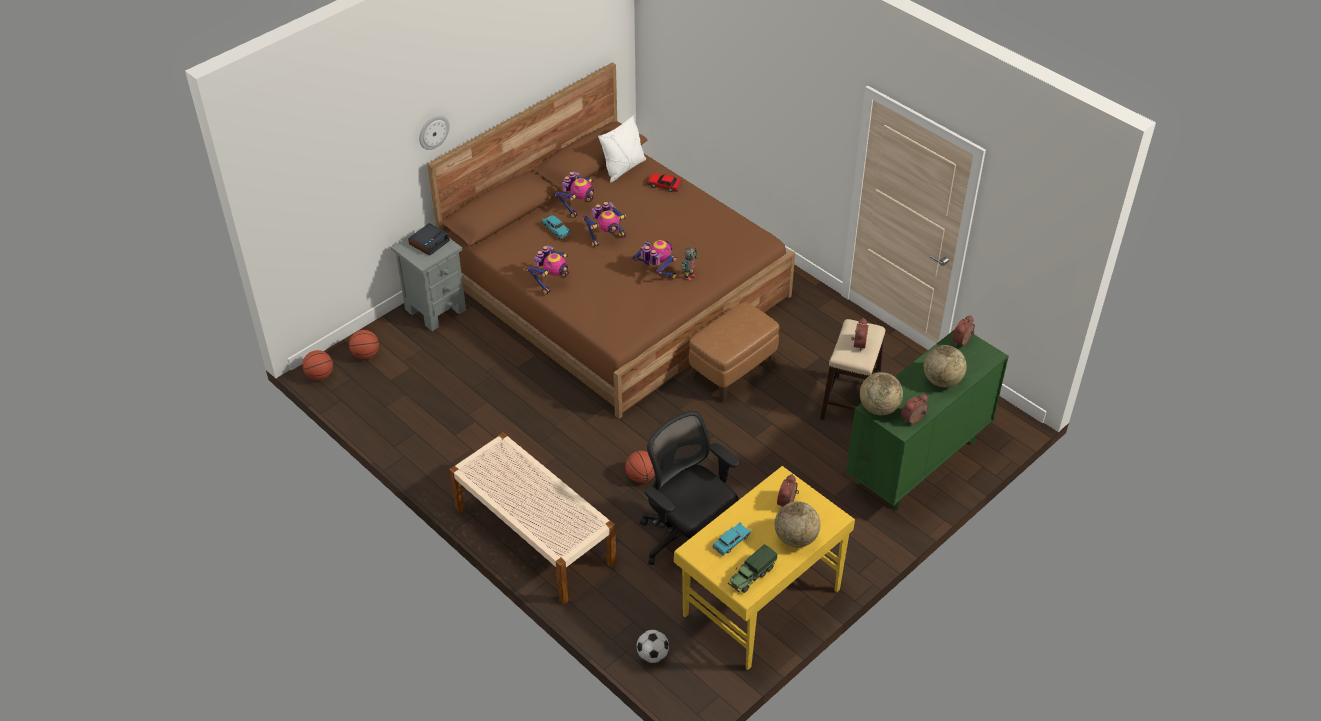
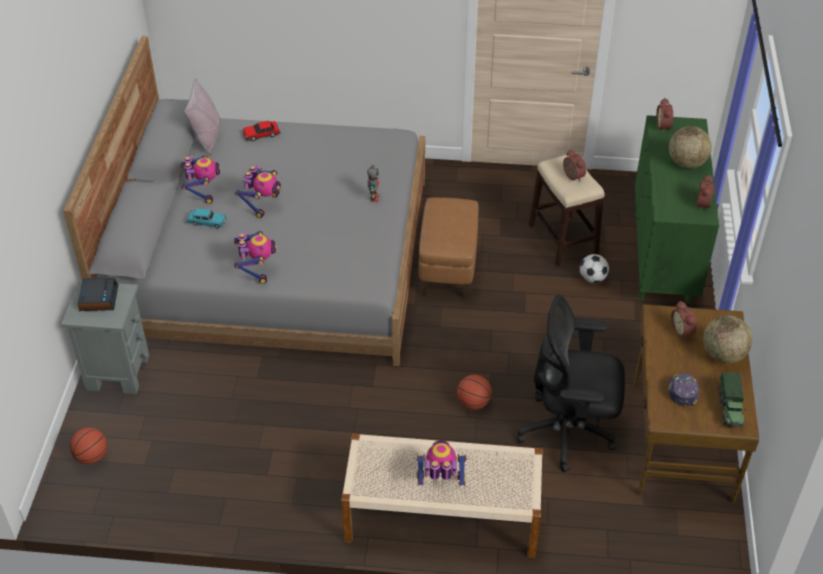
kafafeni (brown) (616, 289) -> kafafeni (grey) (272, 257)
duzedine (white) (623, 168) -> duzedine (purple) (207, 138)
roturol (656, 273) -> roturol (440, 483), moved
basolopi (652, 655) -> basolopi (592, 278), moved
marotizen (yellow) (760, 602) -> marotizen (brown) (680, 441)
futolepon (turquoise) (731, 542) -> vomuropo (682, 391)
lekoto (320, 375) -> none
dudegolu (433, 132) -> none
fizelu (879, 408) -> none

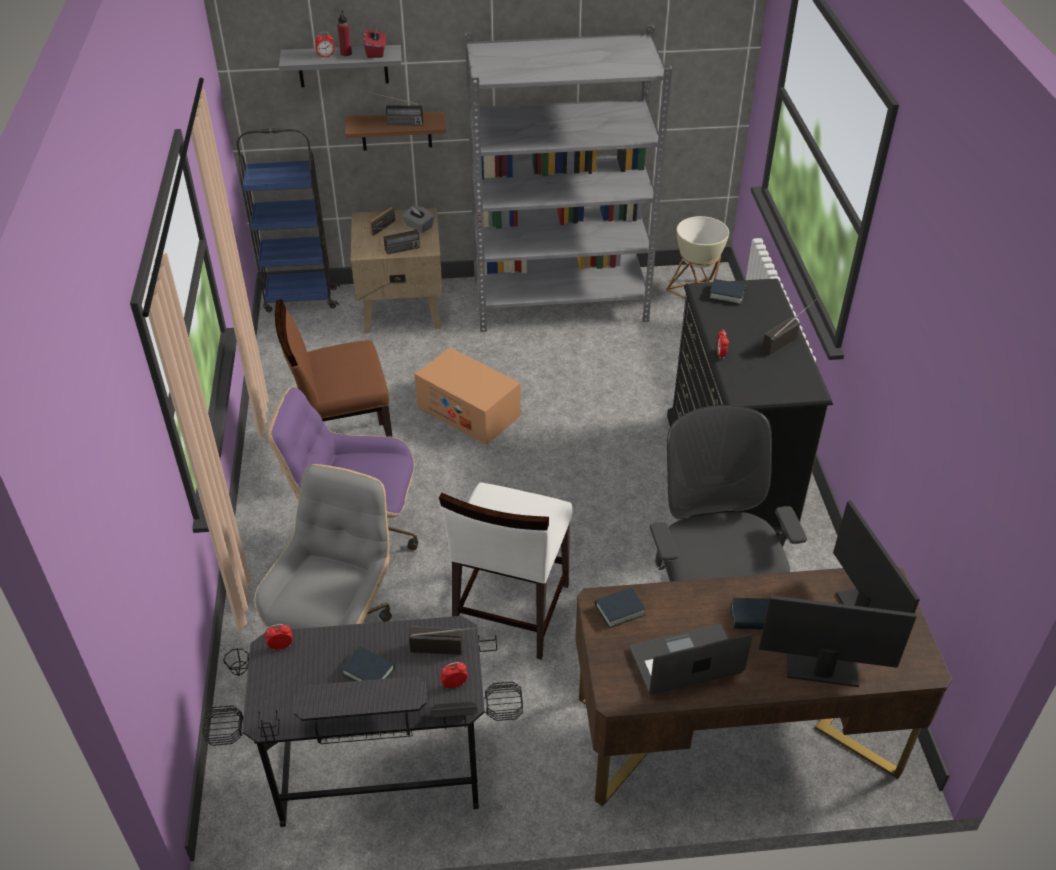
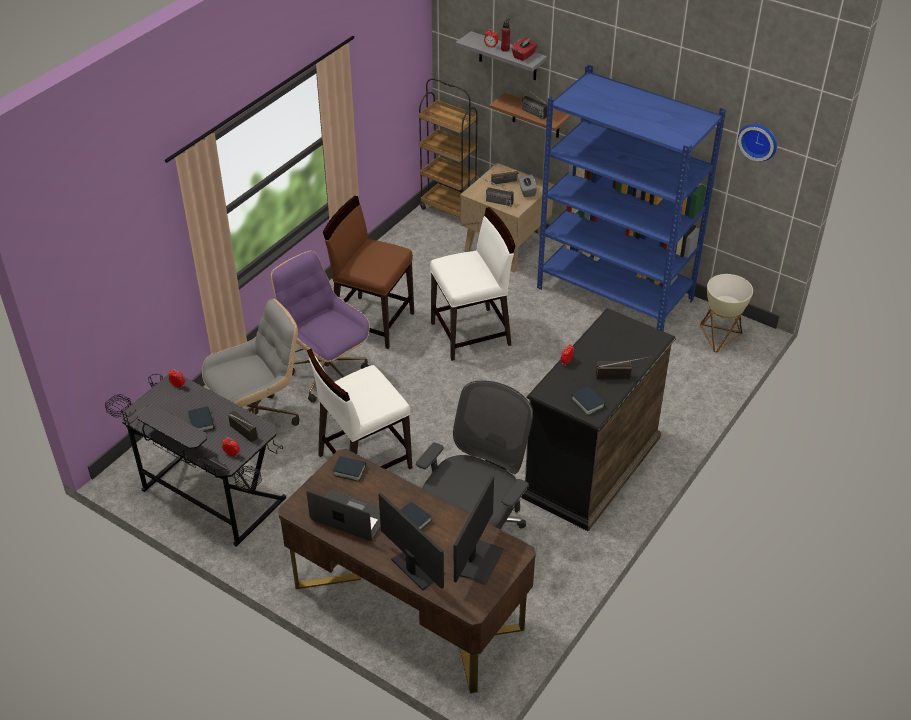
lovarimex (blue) (300, 300) -> lovarimex (brown) (449, 210)
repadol (468, 411) -> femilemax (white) (472, 334)
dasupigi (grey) (560, 300) -> dasupigi (blue) (614, 294)
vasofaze (726, 294) -> vasofaze (587, 403), moved
none -> dudegolu (758, 140)

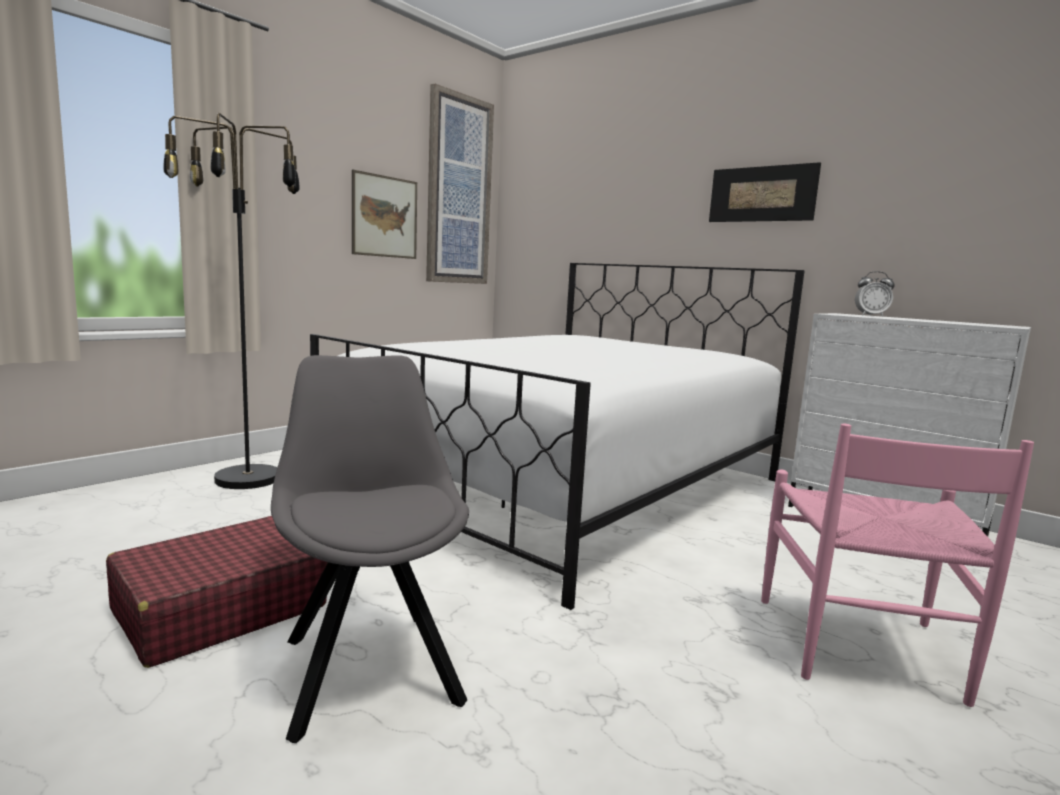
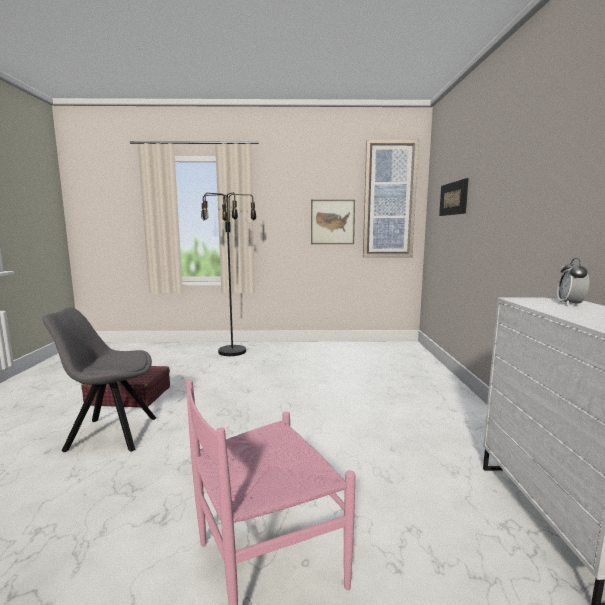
femilemax (grey) (369, 670) -> femilemax (grey) (111, 434), 120 degrees counterclockwise
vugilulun (762, 194) -> vugilulun (453, 198), moved
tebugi (870, 316) -> tebugi (570, 304), 45 degrees clockwise
kafafeni (white) (565, 485) -> none

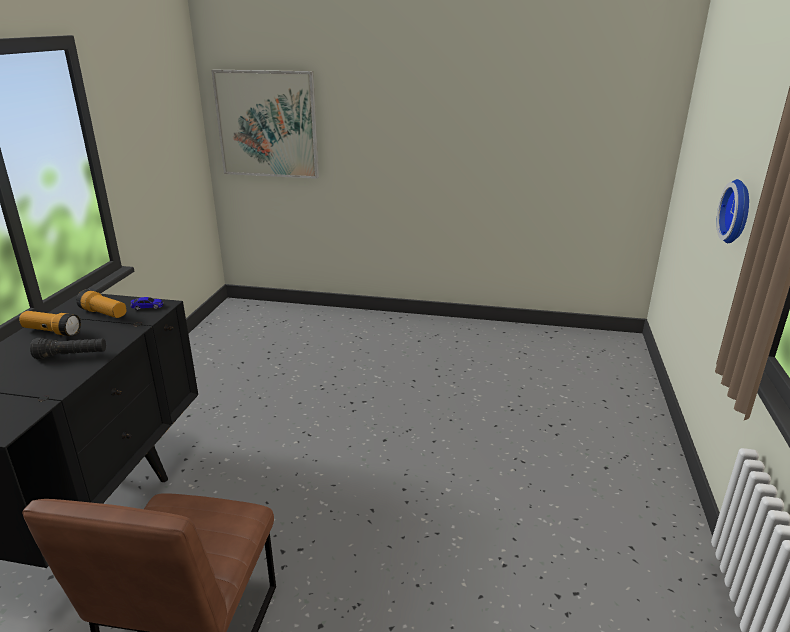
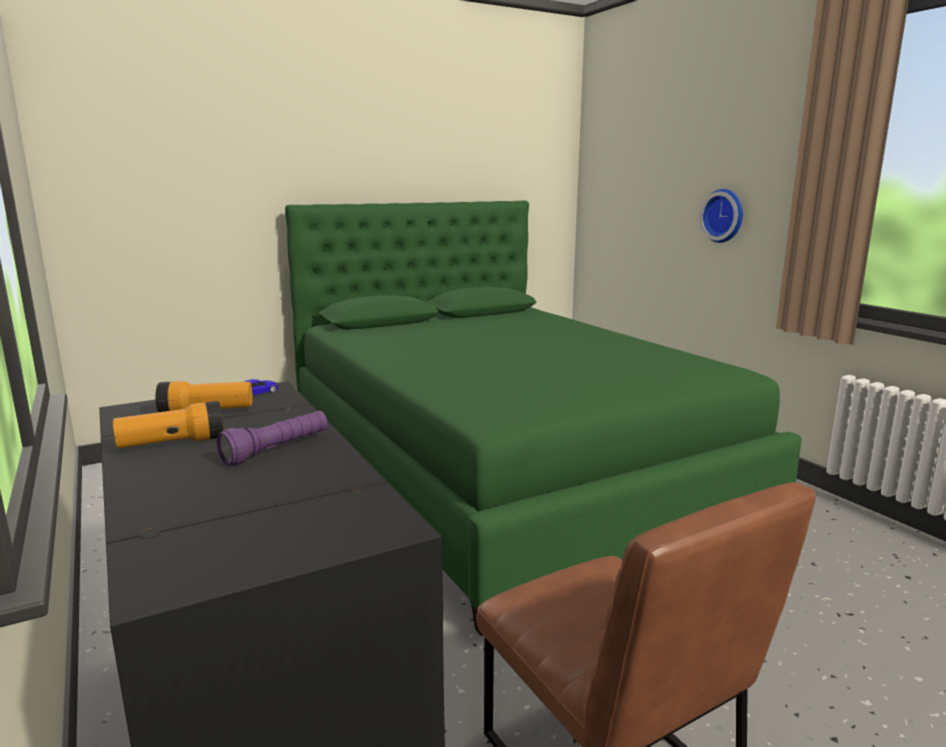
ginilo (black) (71, 356) -> ginilo (purple) (277, 450)
none -> kafafeni (green) (505, 471)
vugilulun (267, 124) -> none

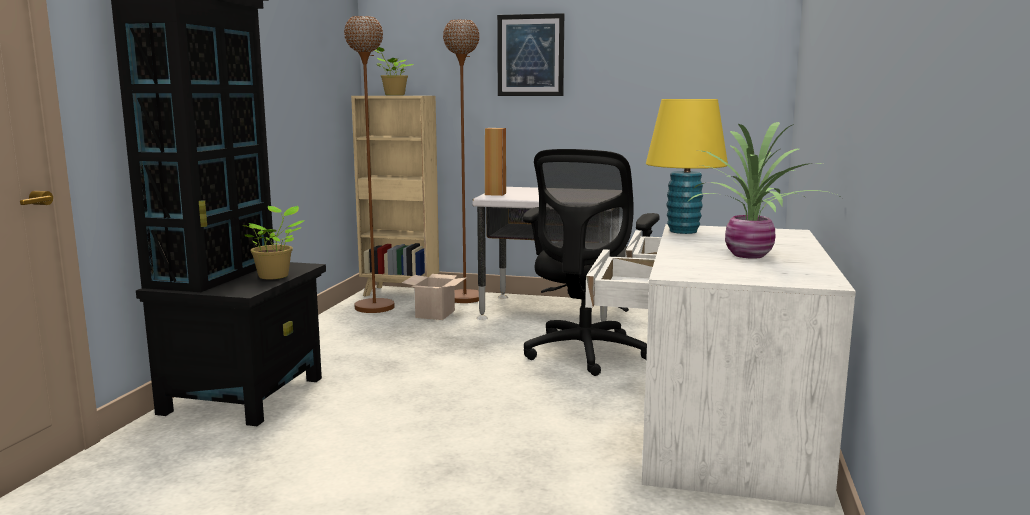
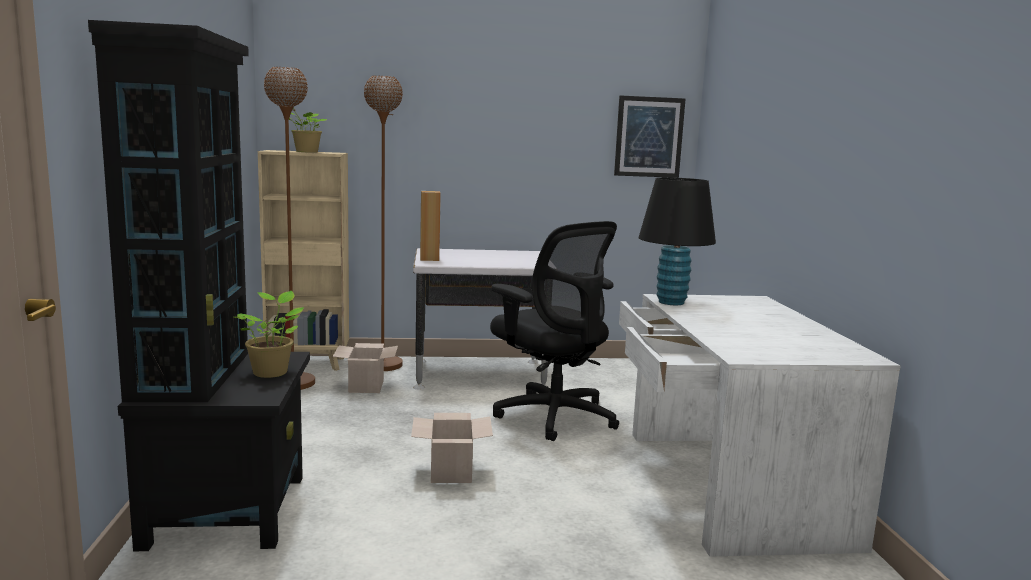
none -> repadol (450, 471)
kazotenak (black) (587, 350) -> kazotenak (black) (548, 415), 45 degrees counterclockwise
vugilulun (530, 55) -> vugilulun (648, 137), moved
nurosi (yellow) (683, 231) -> nurosi (black) (671, 302)
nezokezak (751, 255) -> none

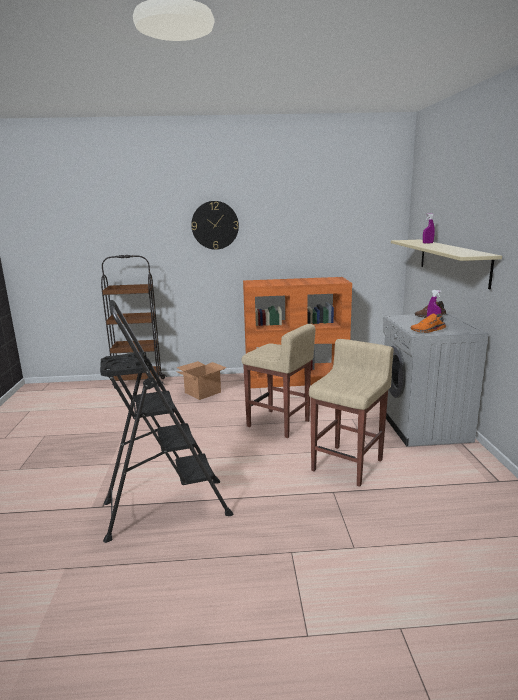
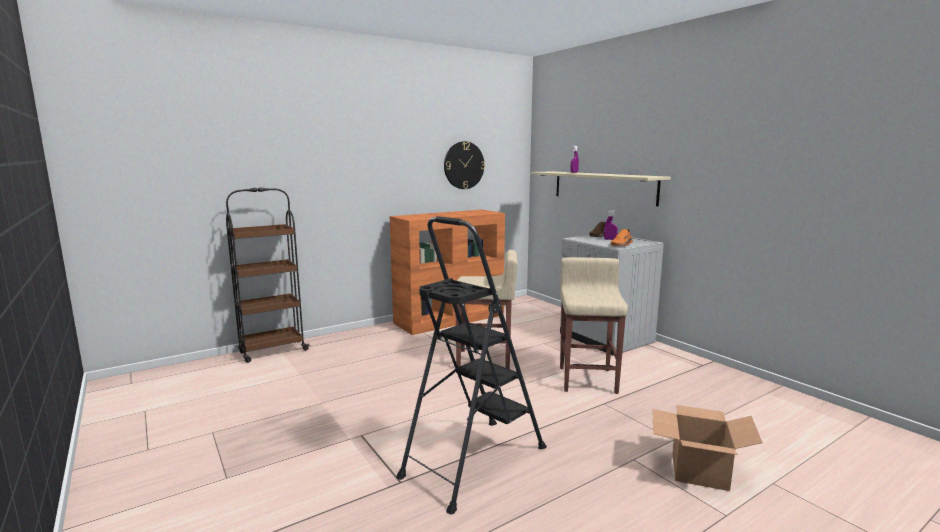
dudegolu (215, 225) -> dudegolu (464, 165), moved
repadol (202, 393) -> repadol (700, 471), moved

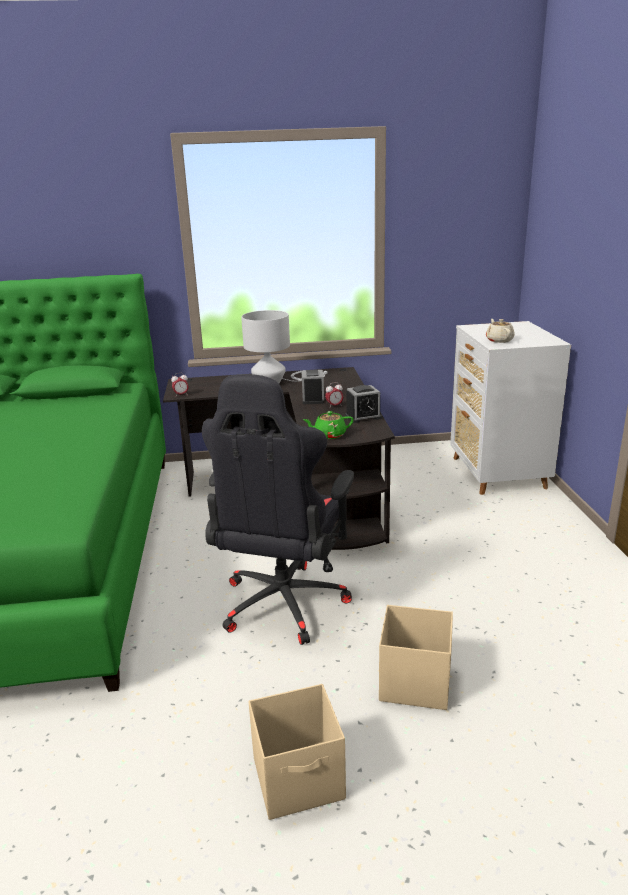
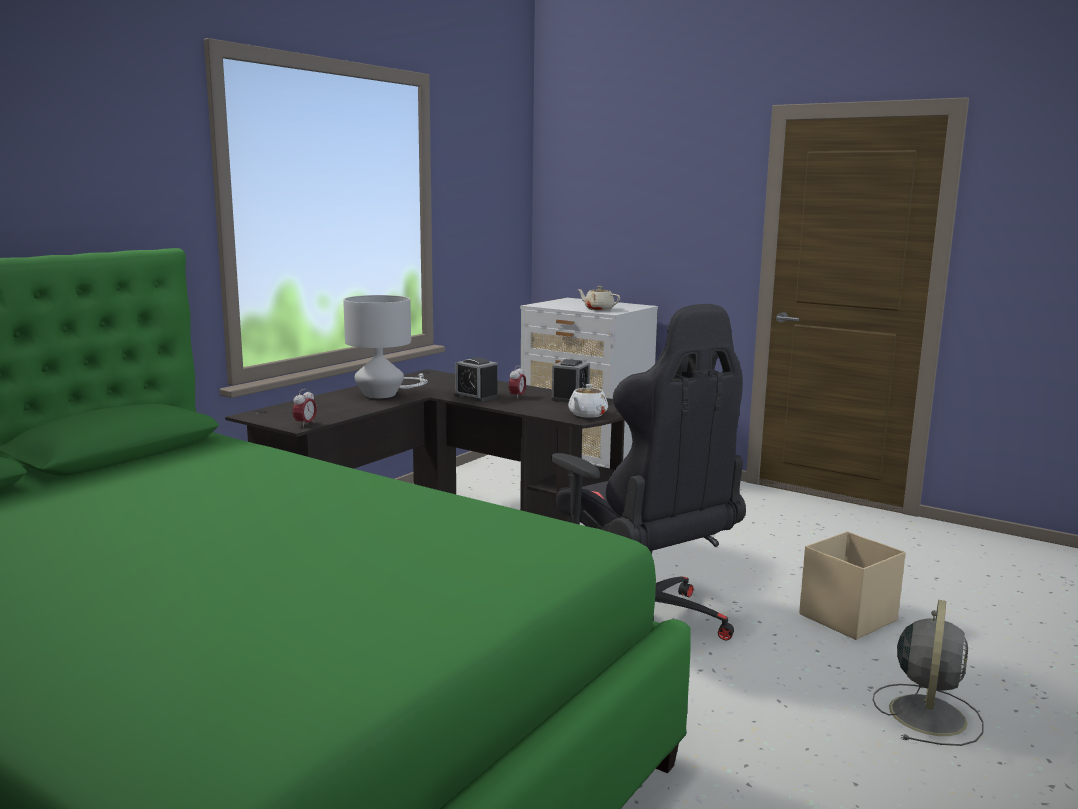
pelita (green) (329, 435) -> pelita (white) (587, 415)
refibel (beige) (300, 779) -> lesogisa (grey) (927, 713)

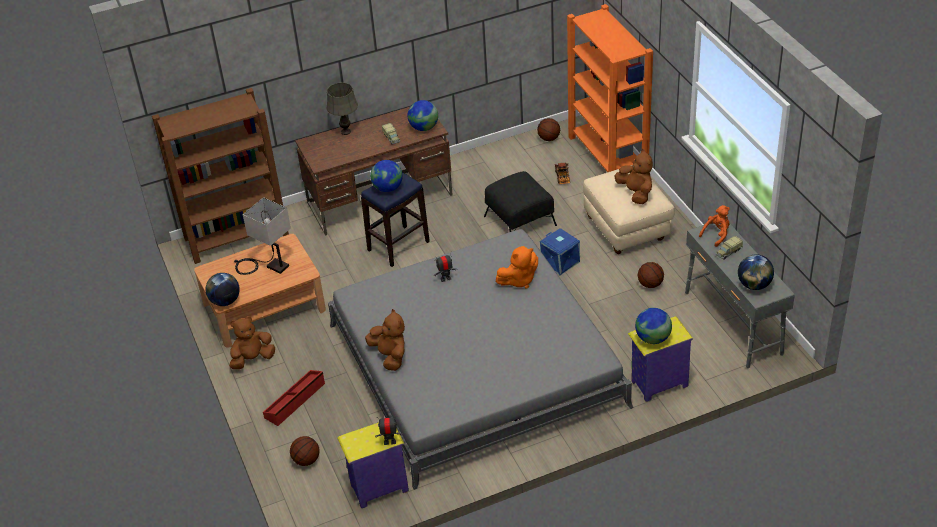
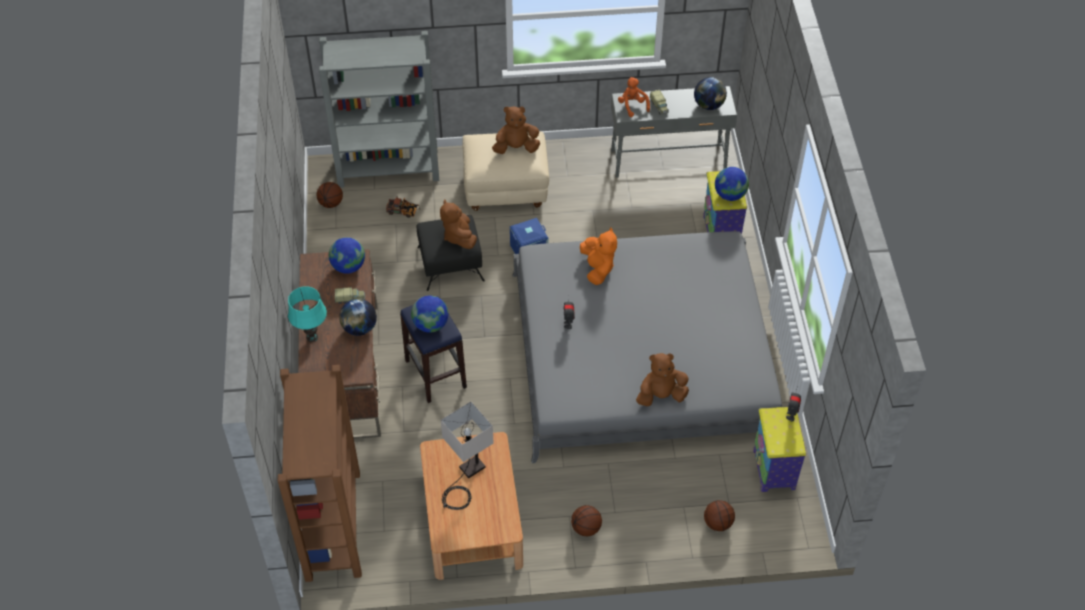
nurosi (grey) (345, 132) -> nurosi (turquoise) (312, 337)
dasupigi (orange) (607, 155) -> dasupigi (grey) (388, 167)
fizelu (225, 301) -> fizelu (359, 328), moved
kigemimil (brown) (252, 359) -> kigemimil (brown) (459, 236), moved
lekoto (650, 284) -> lekoto (586, 528), moved
refibel (red) (295, 401) -> none

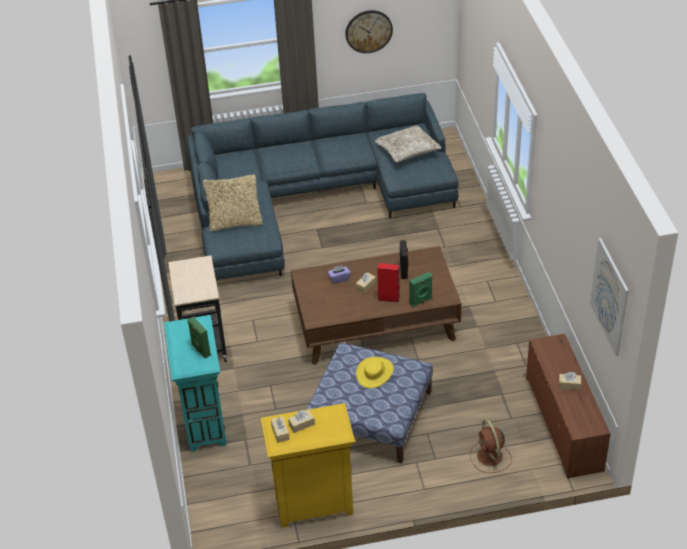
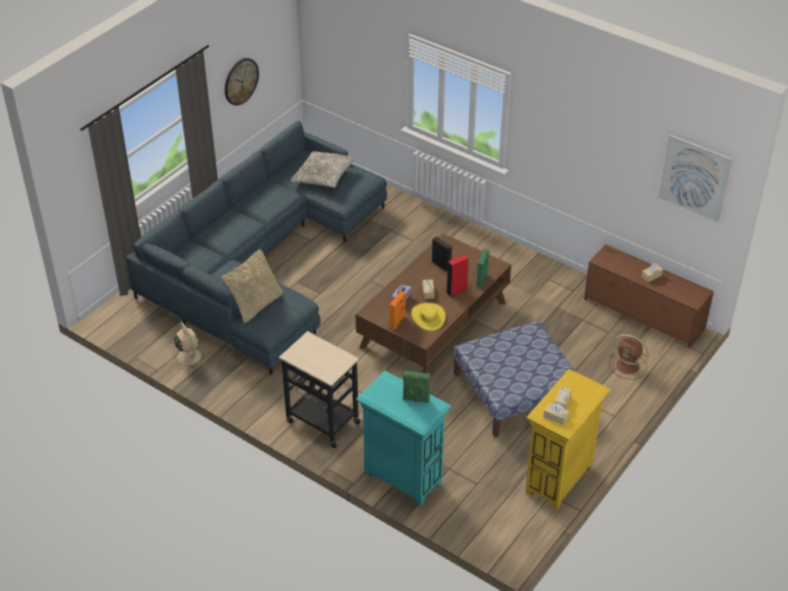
none -> lesogisa (beige) (188, 356)
none -> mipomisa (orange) (398, 321)
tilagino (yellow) (375, 373) -> tilagino (yellow) (428, 317), moved

